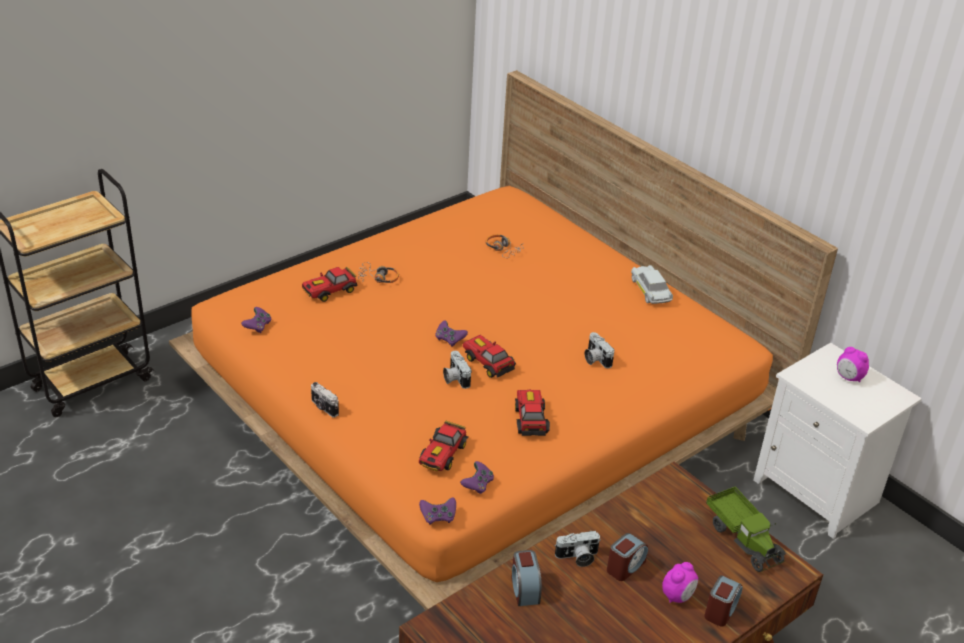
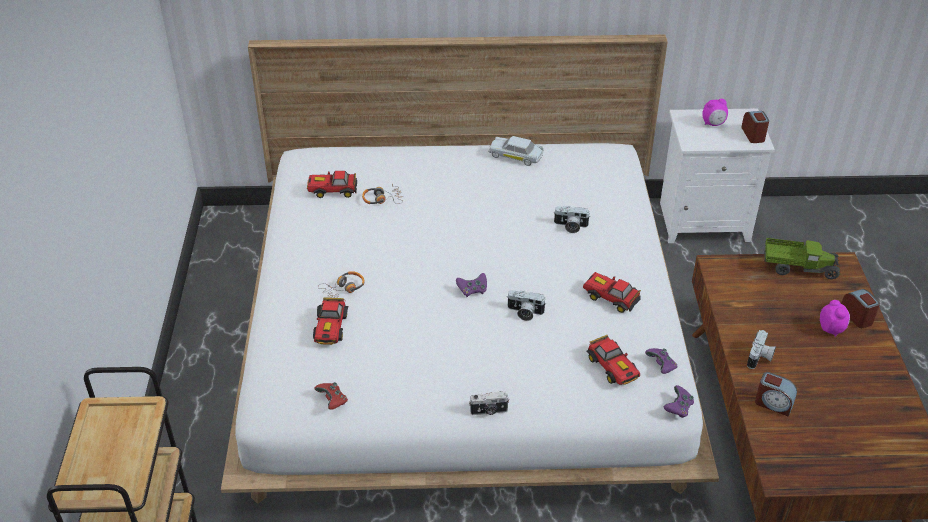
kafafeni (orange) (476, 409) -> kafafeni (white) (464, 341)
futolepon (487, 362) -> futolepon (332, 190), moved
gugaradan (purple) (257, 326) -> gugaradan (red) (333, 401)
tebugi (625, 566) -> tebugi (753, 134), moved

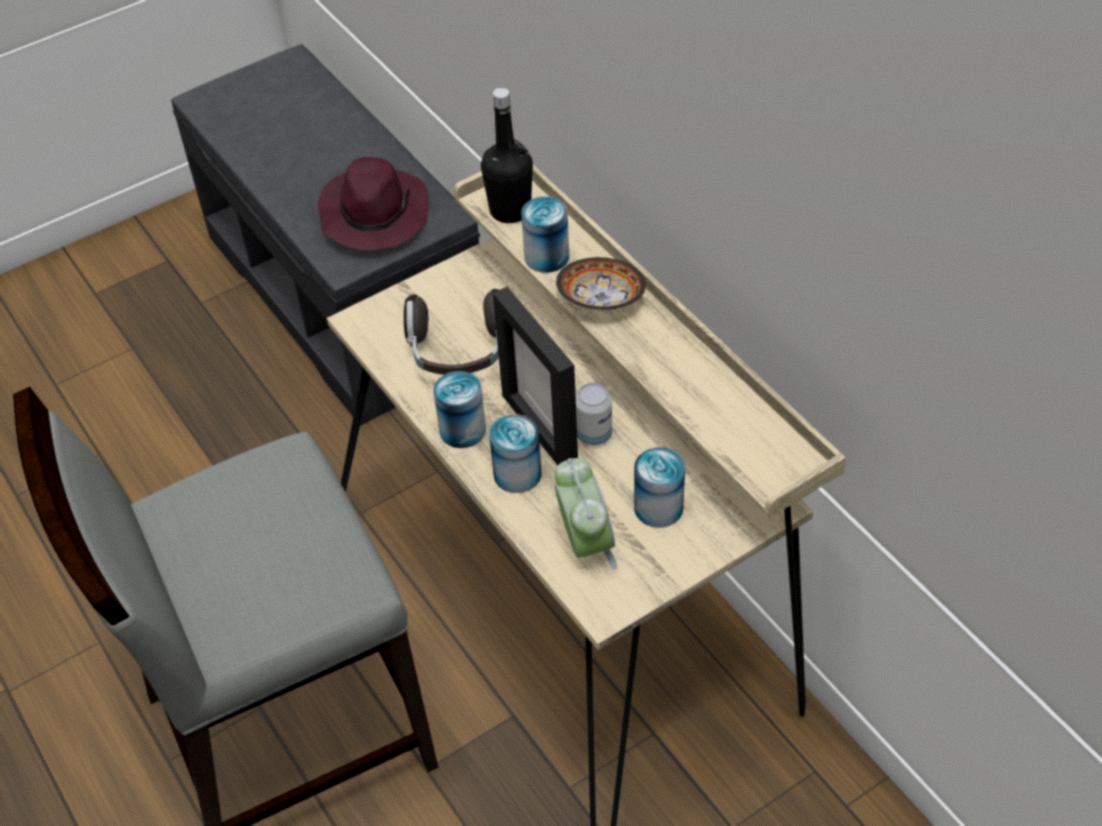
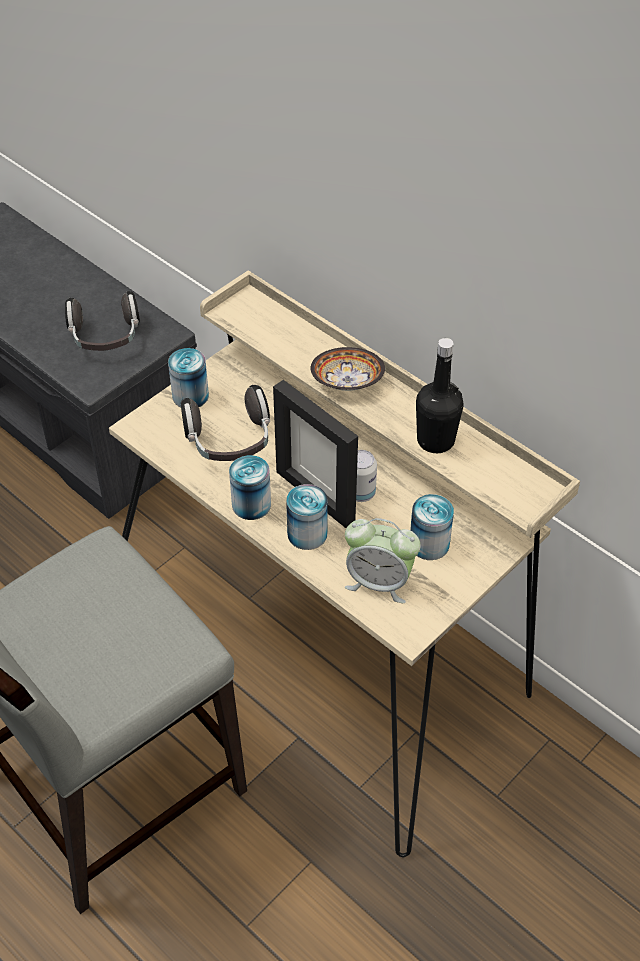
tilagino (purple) (374, 214) -> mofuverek (105, 338)
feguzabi (546, 257) -> feguzabi (190, 396), moved
tebugi (585, 544) -> tebugi (379, 582), 135 degrees clockwise
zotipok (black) (510, 210) -> zotipok (black) (435, 440), moved

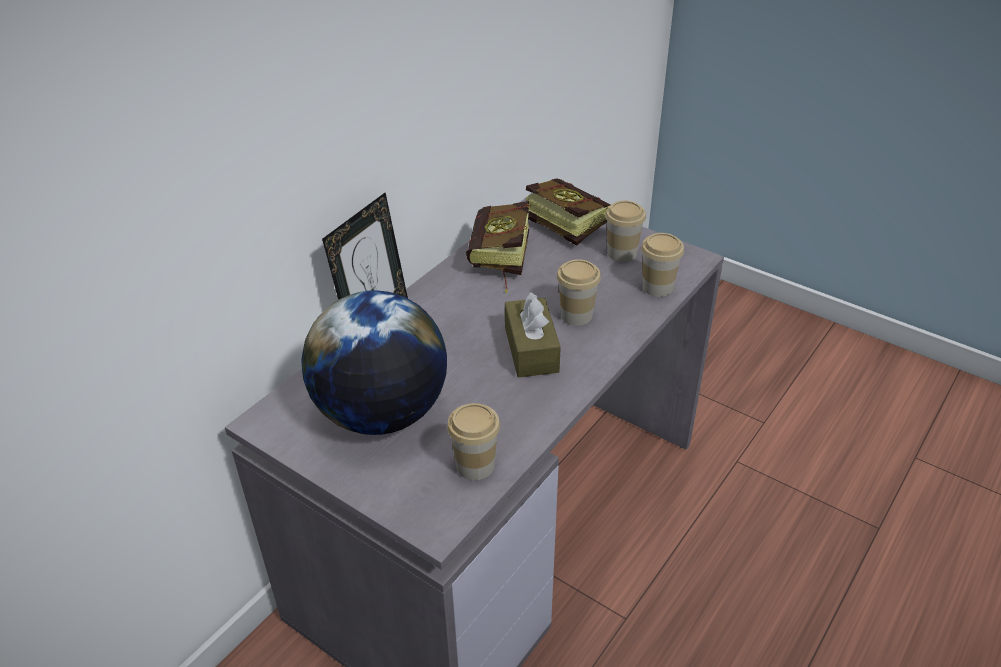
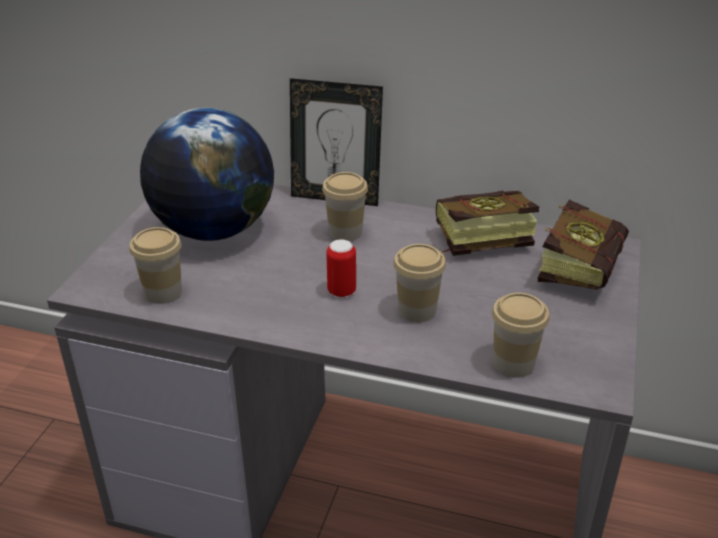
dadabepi (622, 253) -> dadabepi (345, 232), moved
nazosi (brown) (531, 349) -> feguzabi (341, 291)

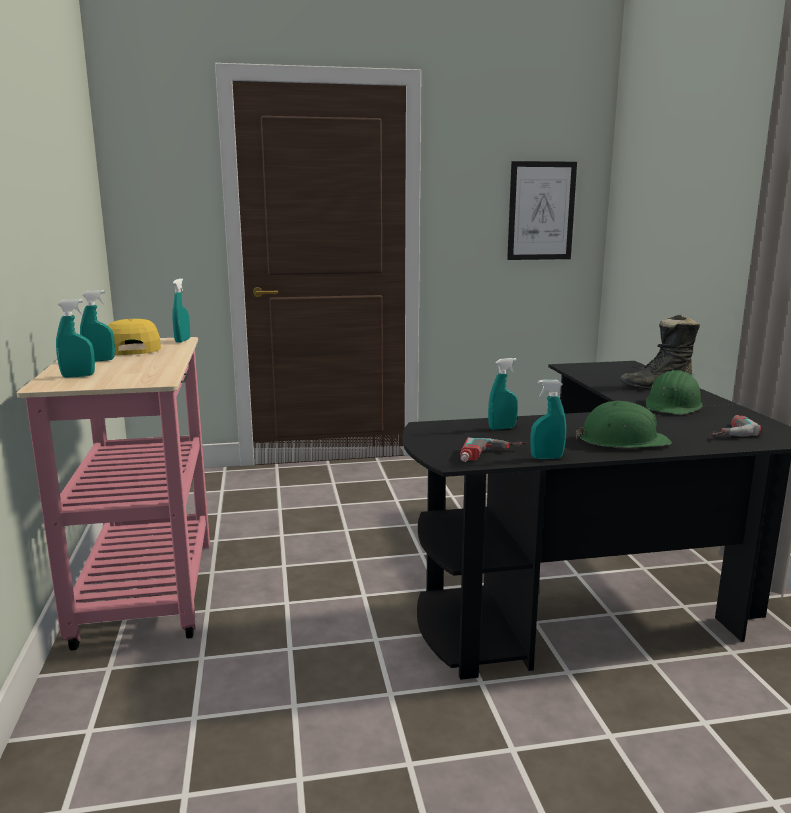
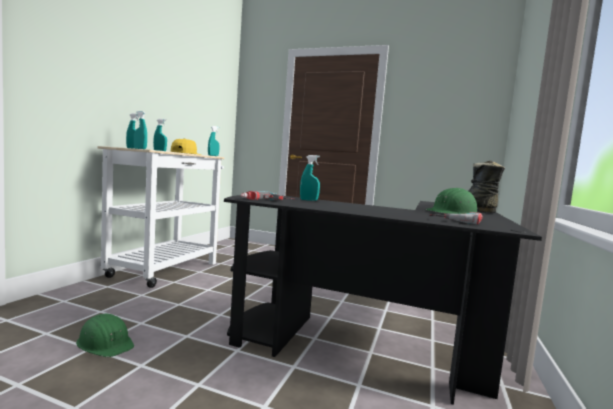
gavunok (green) (622, 440) -> gavunok (green) (105, 343), moved
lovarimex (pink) (147, 590) -> lovarimex (white) (166, 269)
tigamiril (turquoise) (546, 458) -> tigamiril (turquoise) (140, 148), moved
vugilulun (541, 211) -> none

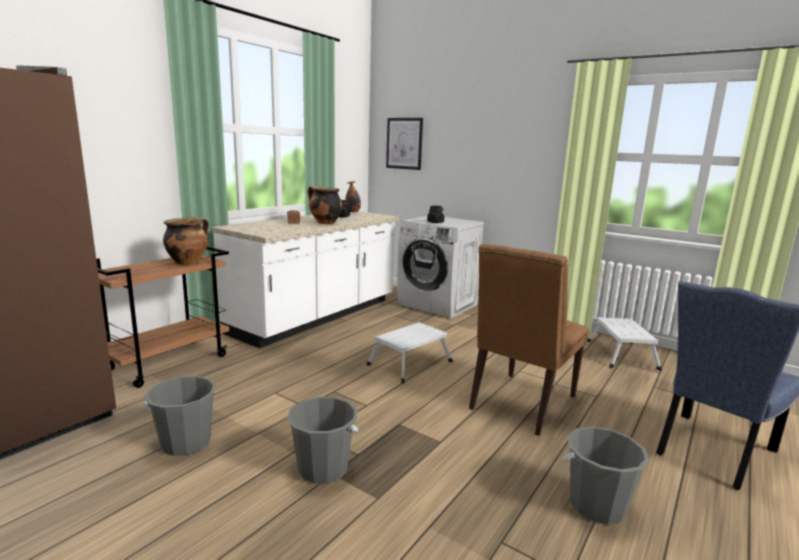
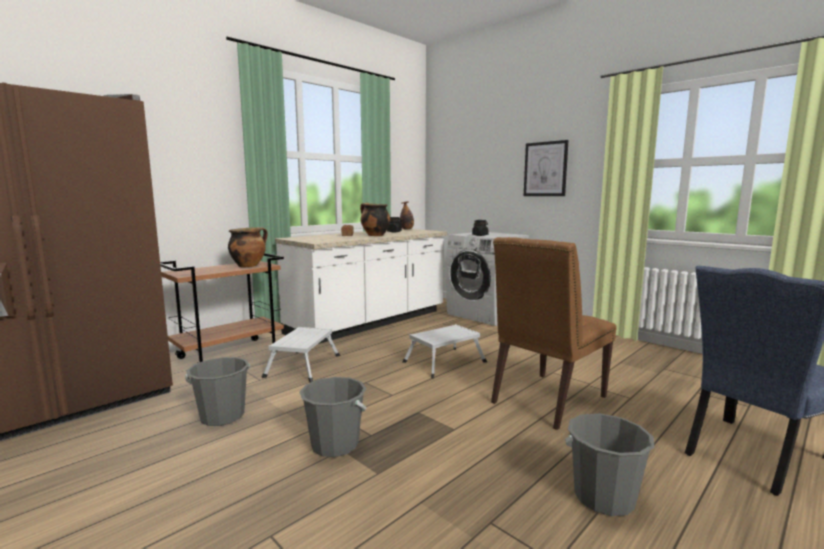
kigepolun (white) (621, 354) -> kigepolun (white) (303, 365), moved
vugilulun (404, 143) -> vugilulun (545, 169), moved

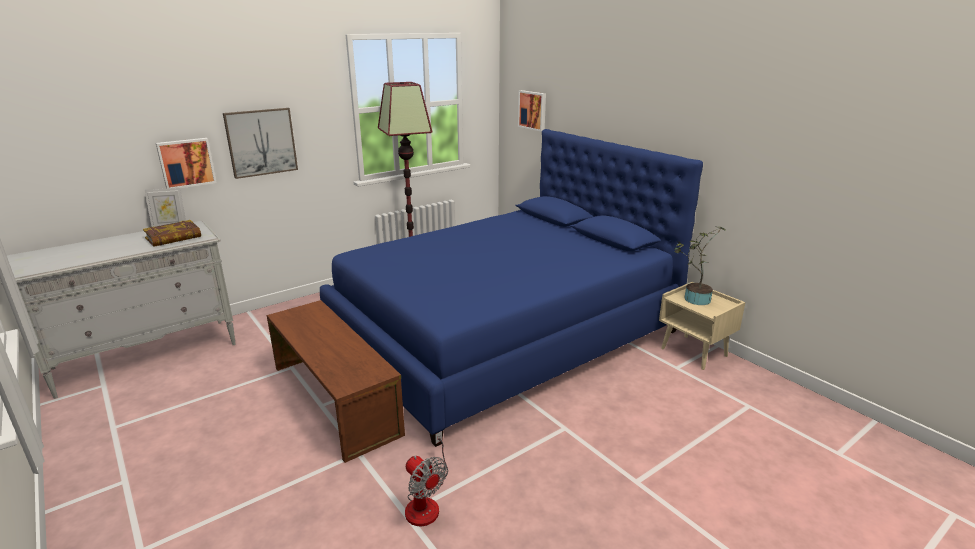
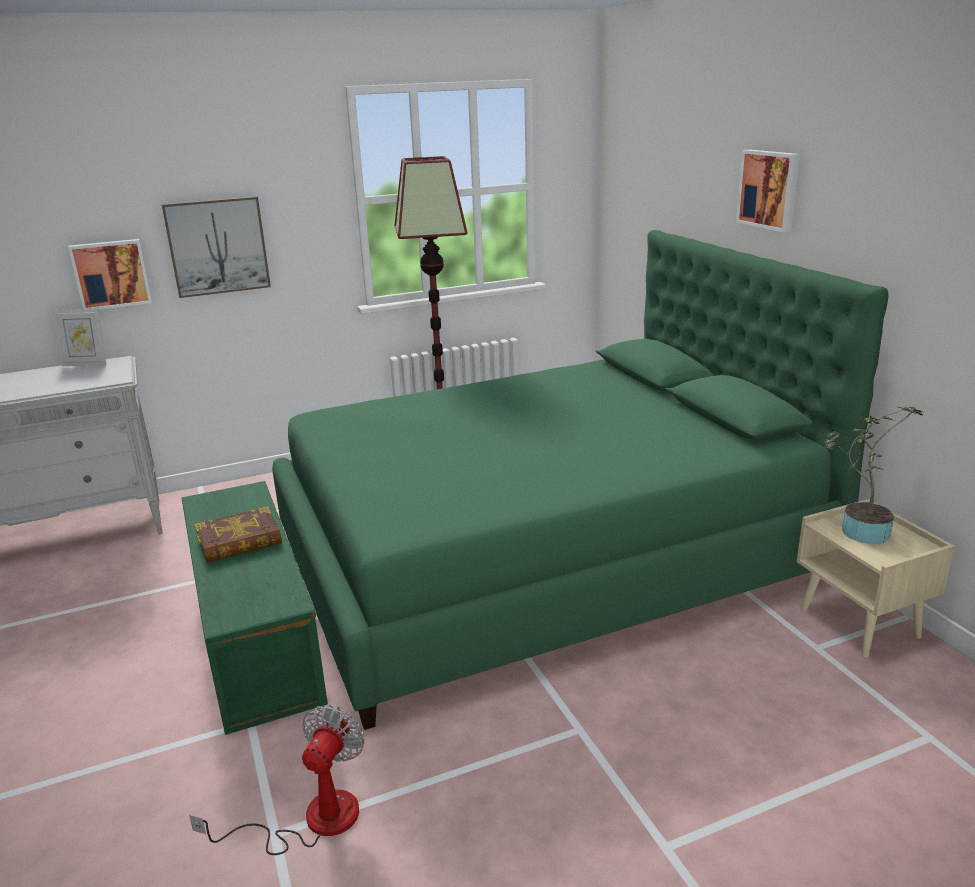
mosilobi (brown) (337, 399) -> mosilobi (green) (257, 632)
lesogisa (426, 502) -> lesogisa (311, 820), 135 degrees counterclockwise
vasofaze (173, 237) -> vasofaze (239, 541), moved
kafafeni (blue) (504, 334) -> kafafeni (green) (545, 556)
vugilulun (533, 110) -> vugilulun (769, 189), moved

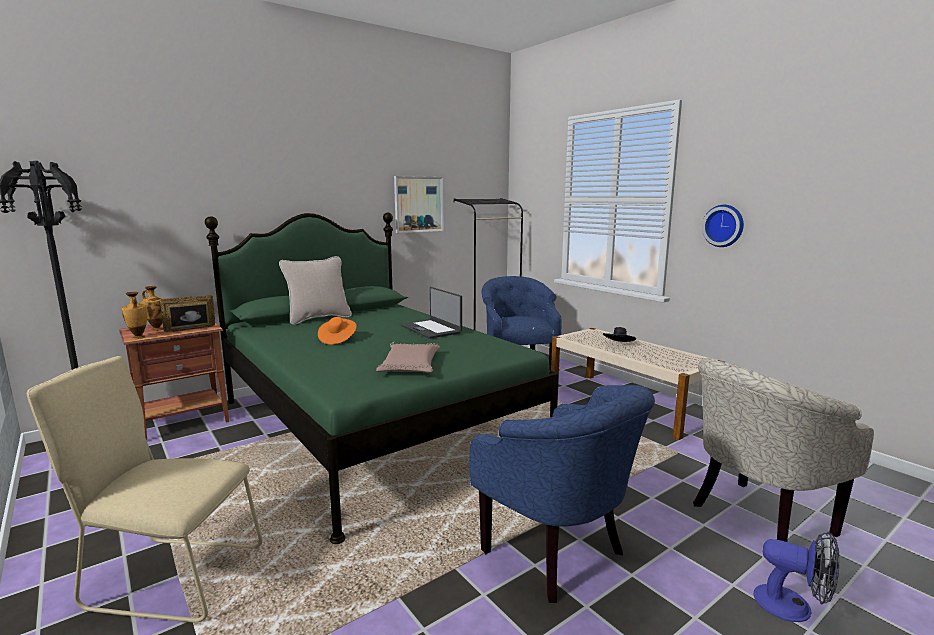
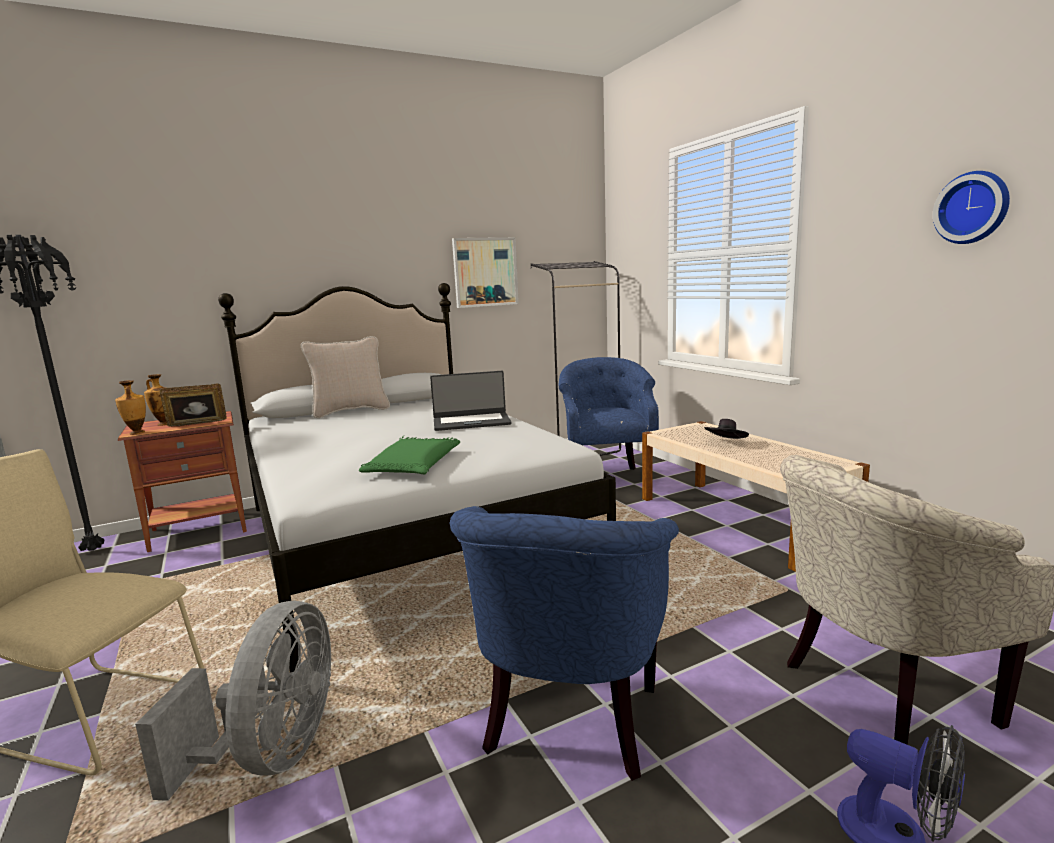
none -> lesogisa (grey) (273, 754)
kafafeni (green) (374, 424) -> kafafeni (white) (406, 539)
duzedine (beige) (410, 364) -> duzedine (green) (413, 464)
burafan (431, 329) -> burafan (471, 422), 75 degrees counterclockwise
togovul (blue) (559, 555) -> togovul (blue) (569, 725), 45 degrees clockwise
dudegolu (724, 225) -> dudegolu (972, 208), moved
tilagino (orange) (337, 339) -> none

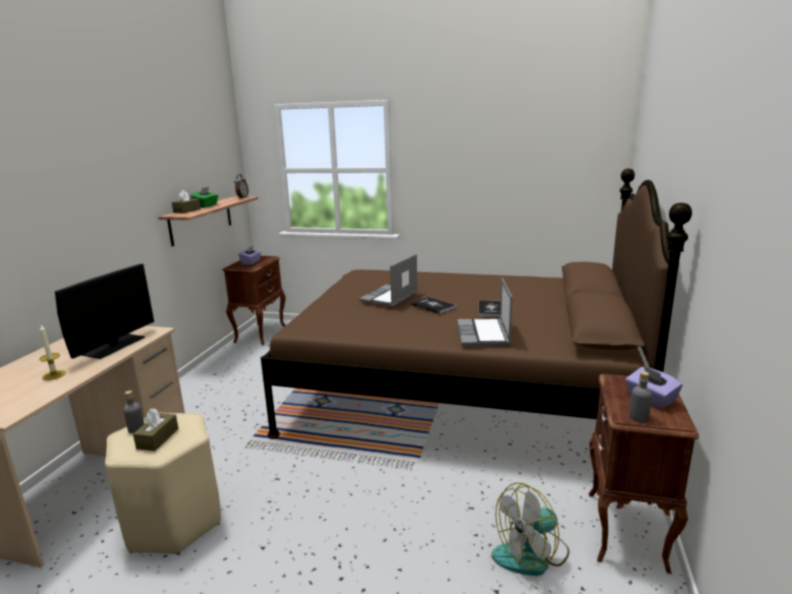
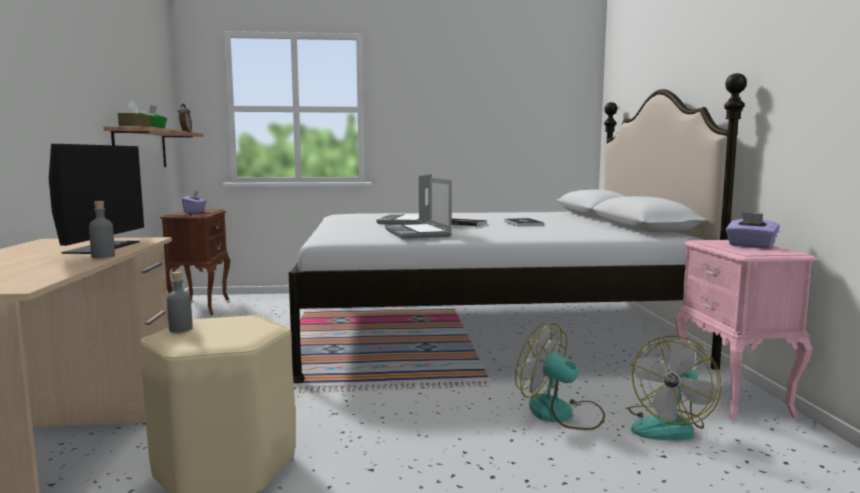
zotipok (grey) (638, 417) -> zotipok (grey) (103, 256), moved
kafafeni (brown) (460, 393) -> kafafeni (white) (485, 330)
burafan (484, 334) -> burafan (419, 233), moved
none -> lesogisa (561, 414)
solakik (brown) (626, 530) -> solakik (pink) (733, 398)
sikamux (54, 375) -> none
nazosi (brown) (158, 438) -> none

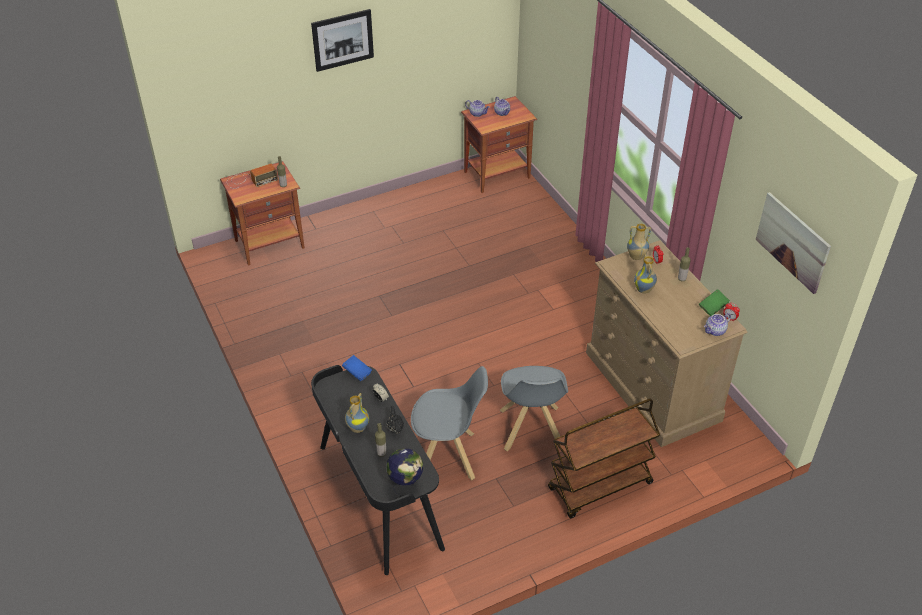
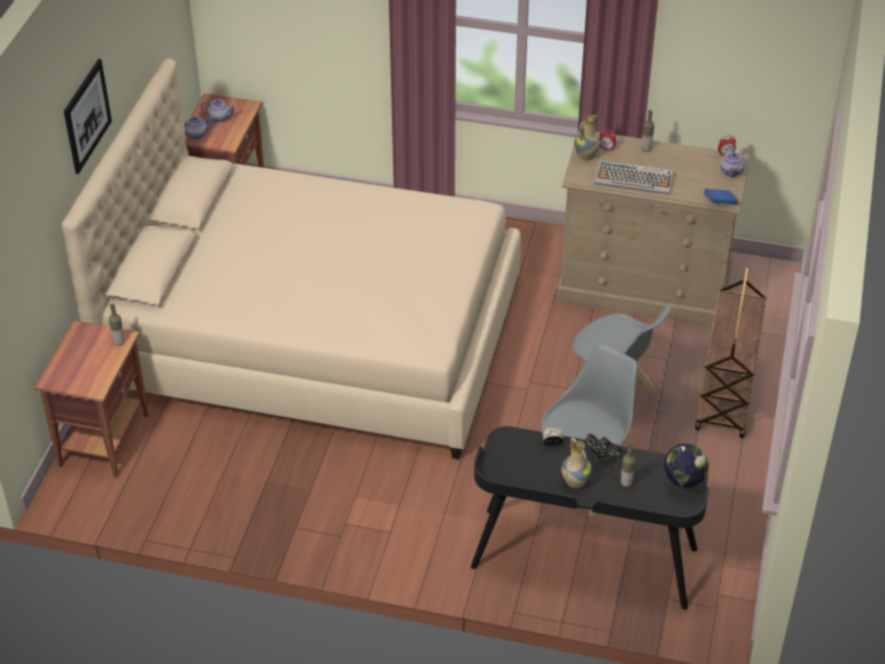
none -> kafafeni (beige) (312, 336)
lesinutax (644, 290) -> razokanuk (634, 179)
vasofaze (blue) (357, 373) -> vasofaze (blue) (719, 203), moved
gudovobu (250, 180) -> none
vasofaze (green) (713, 308) -> none
vugilulun (792, 242) -> none

